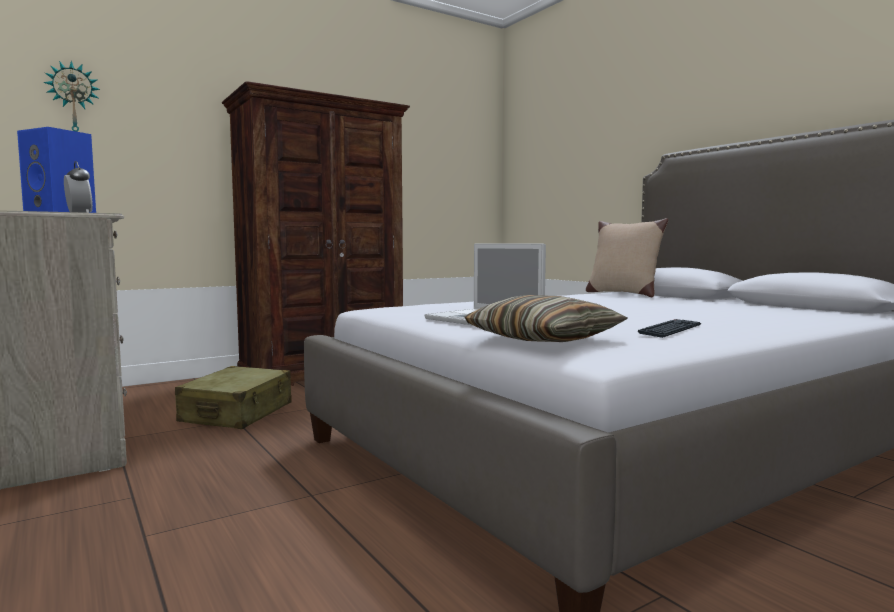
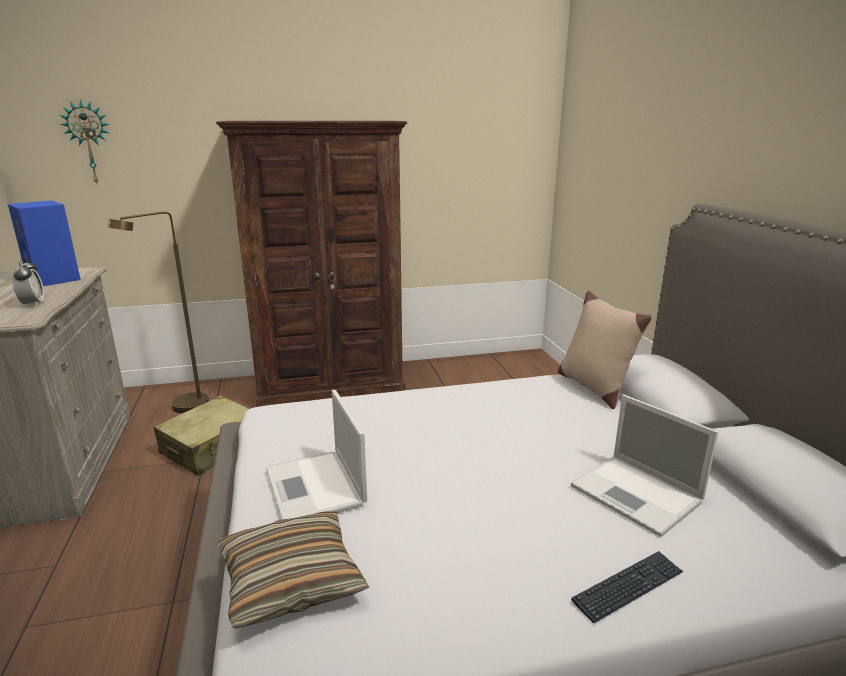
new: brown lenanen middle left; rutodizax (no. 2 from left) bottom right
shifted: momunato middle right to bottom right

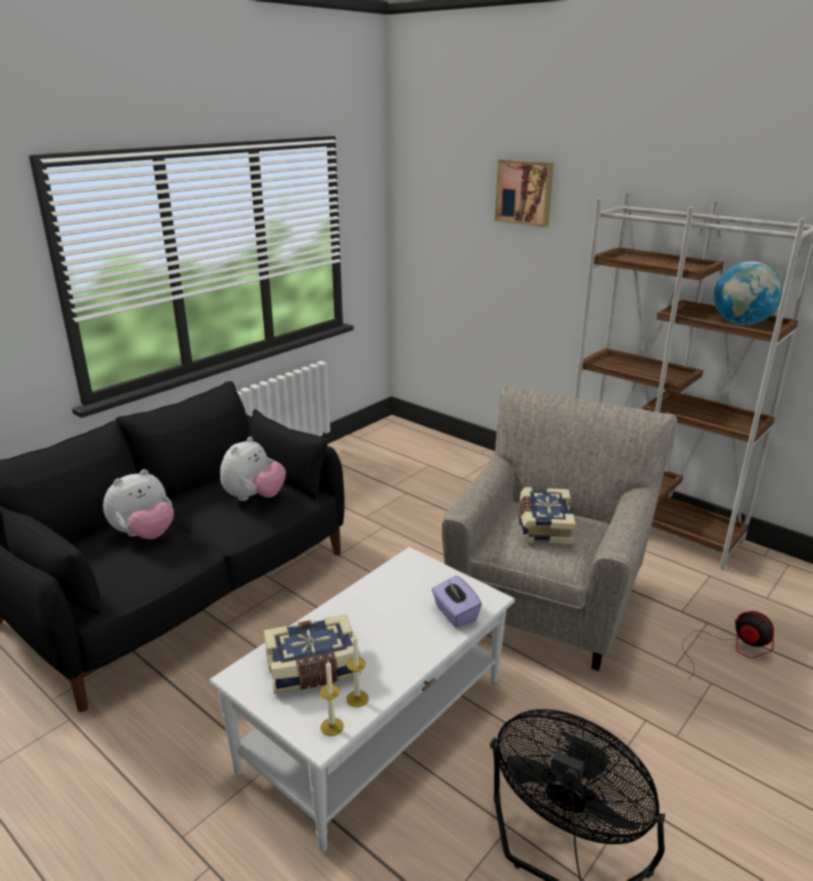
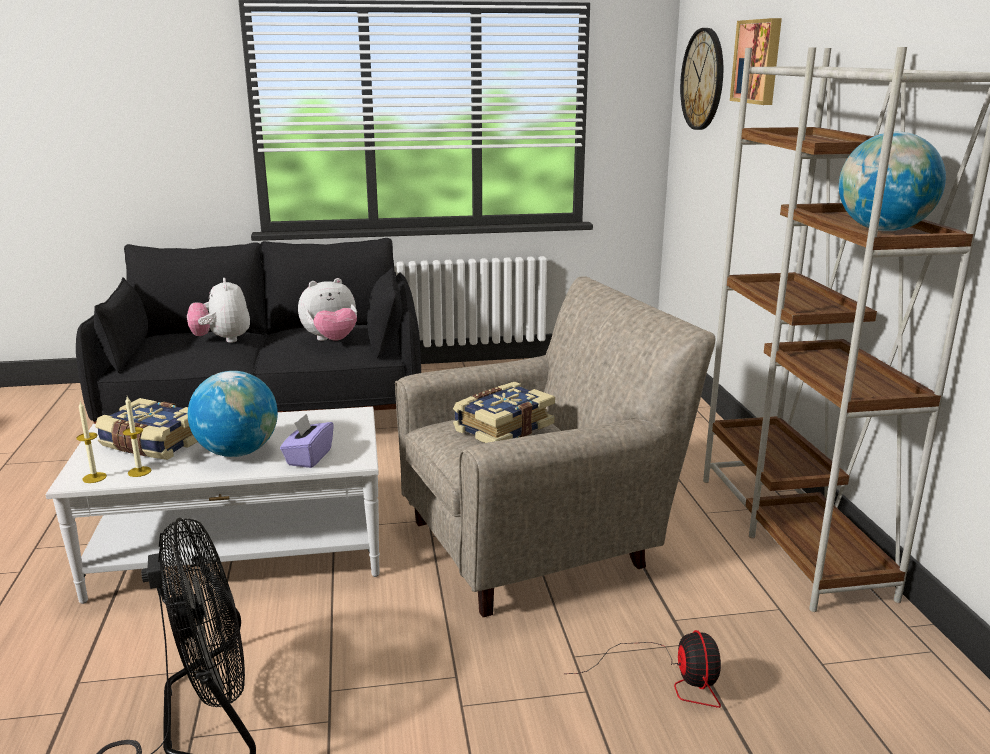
new: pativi top right; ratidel (no. 1 from left) middle left
rotated: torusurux (no. 1 from left) middle left = middle left 75 degrees clockwise

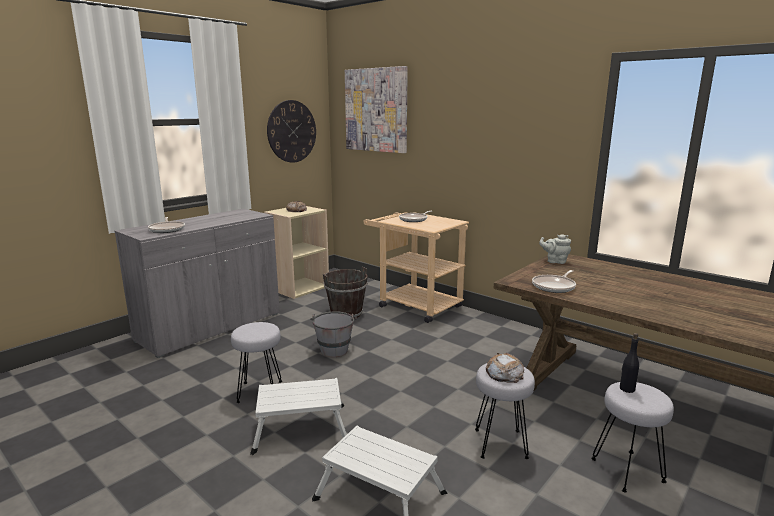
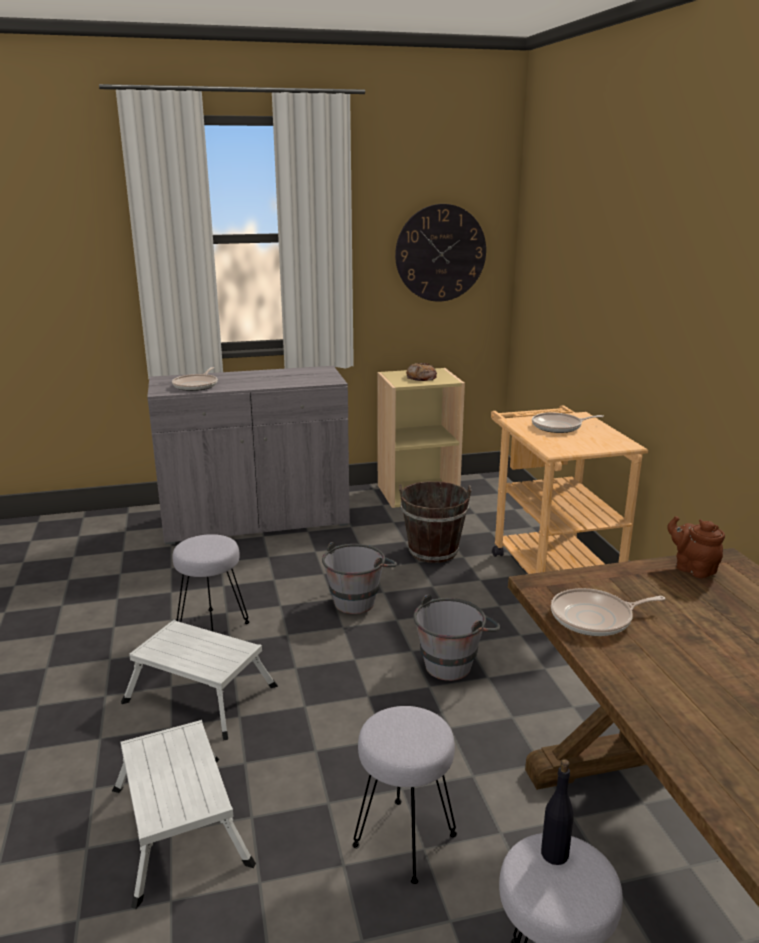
gone: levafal top centre; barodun (no. 2 from left) bottom centre
new: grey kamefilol (no. 2 from left) bottom centre
repainted: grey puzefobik middle right to brown puzefobik middle right

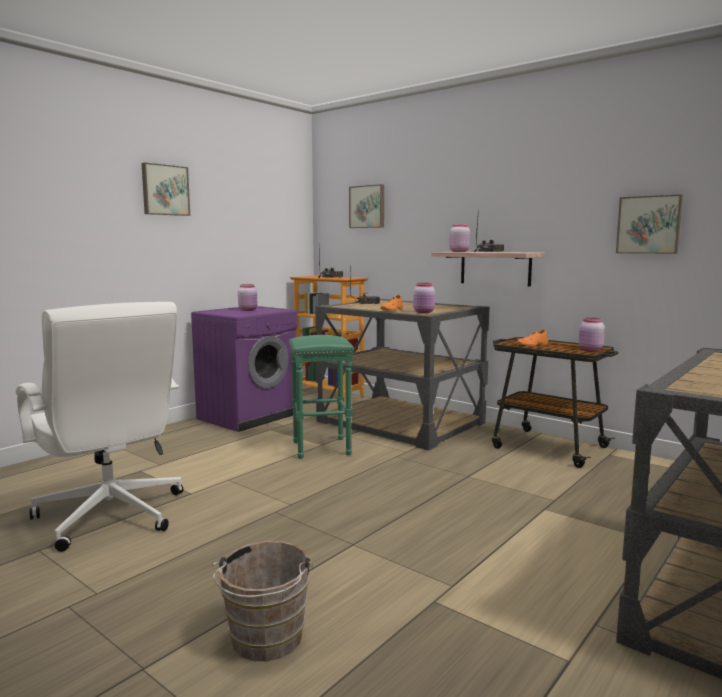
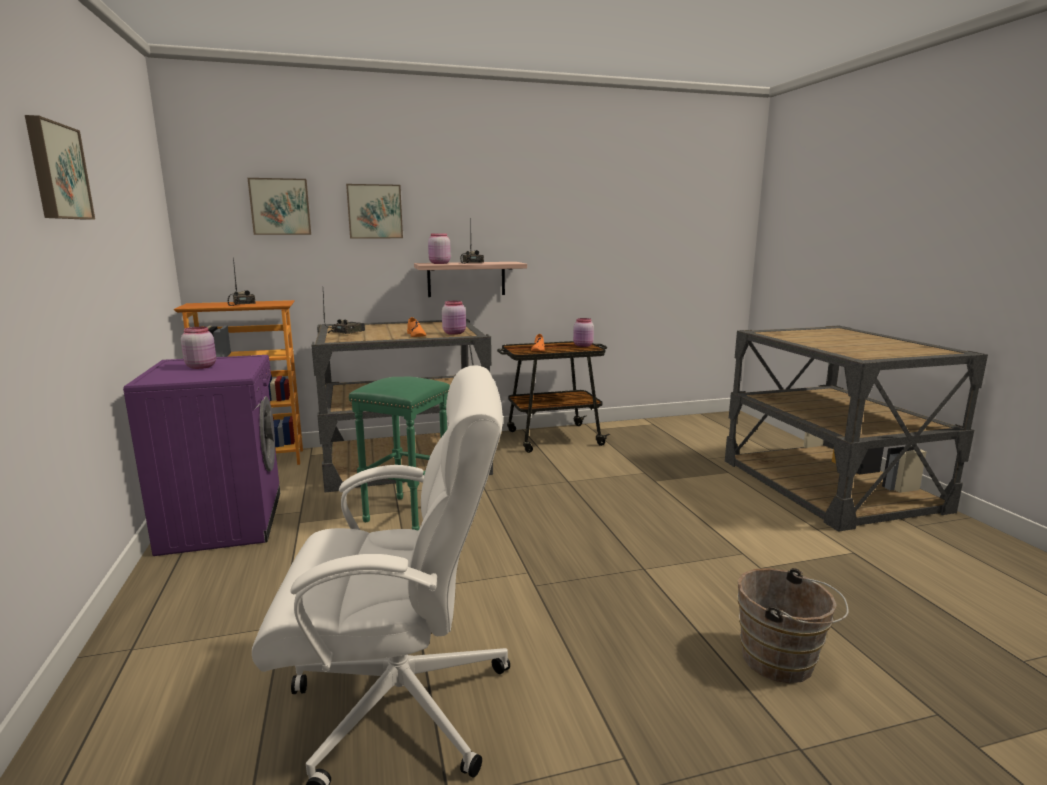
shifted: levafal (no. 3 from left) top right to top centre

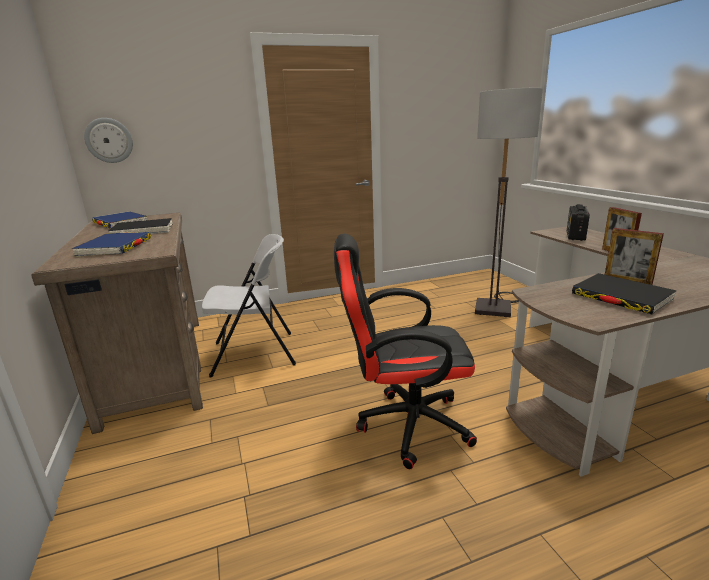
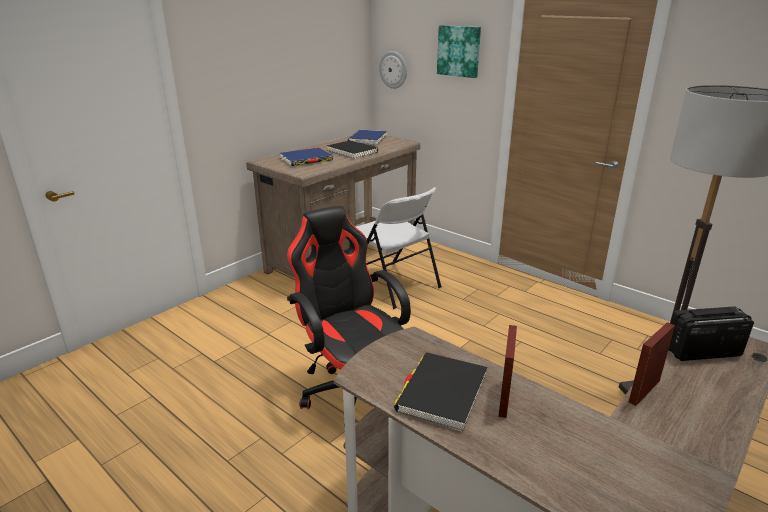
new: levafal top centre

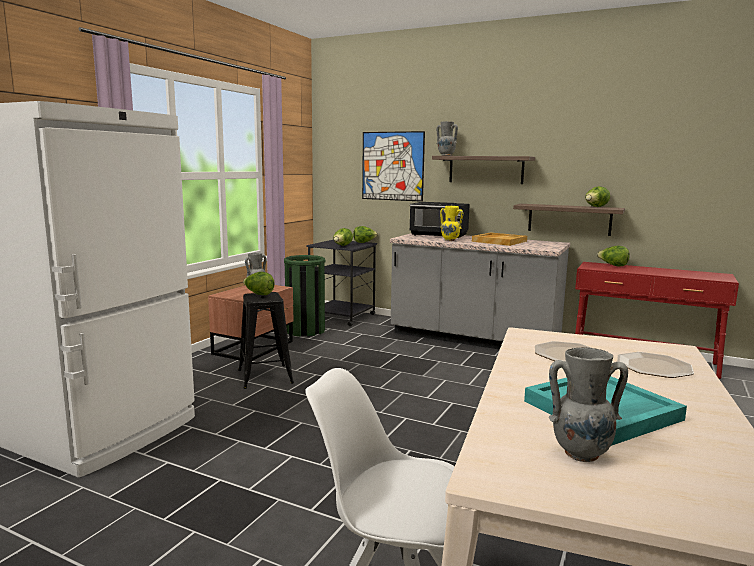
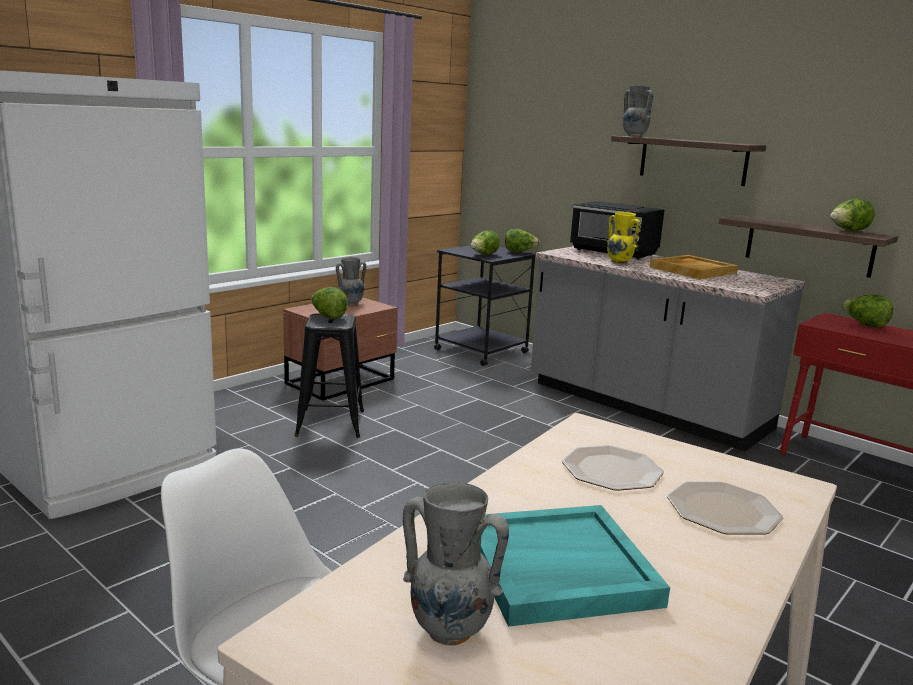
gone: levafal top centre; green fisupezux centre

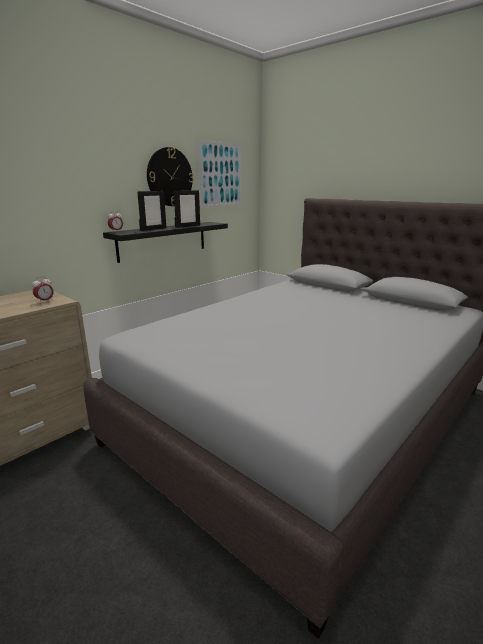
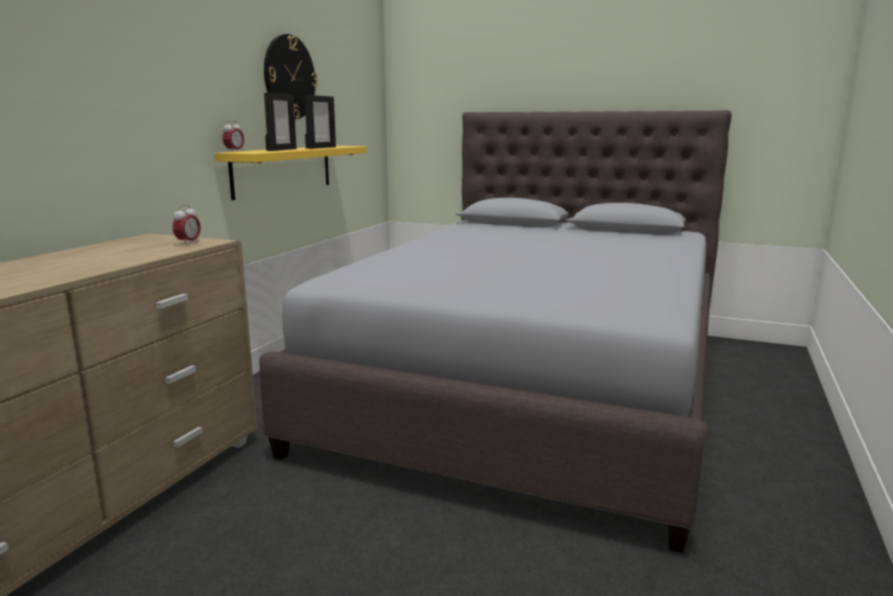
gone: levafal top centre
repainted: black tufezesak centre to yellow tufezesak top left

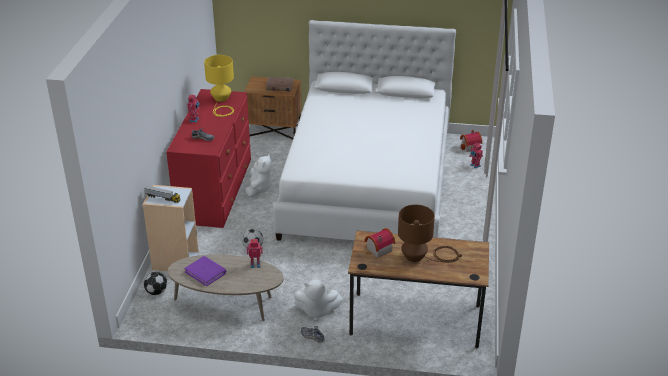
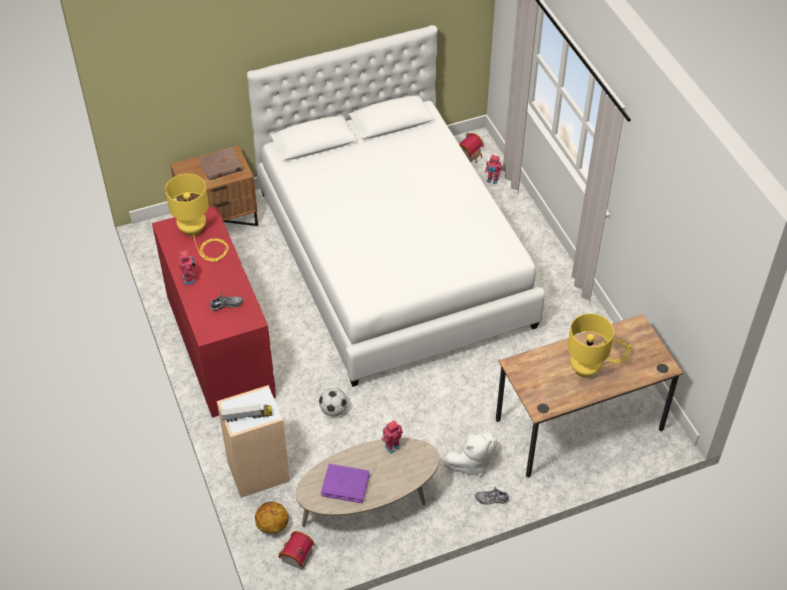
gone: white torusurux (no. 1 from left) centre
shifted: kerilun (no. 1 from left) centre to bottom centre
swapped: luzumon (no. 1 from left) bottom left to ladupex bottom centre
repainted: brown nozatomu centre to yellow nozatomu (no. 2 from left) middle right

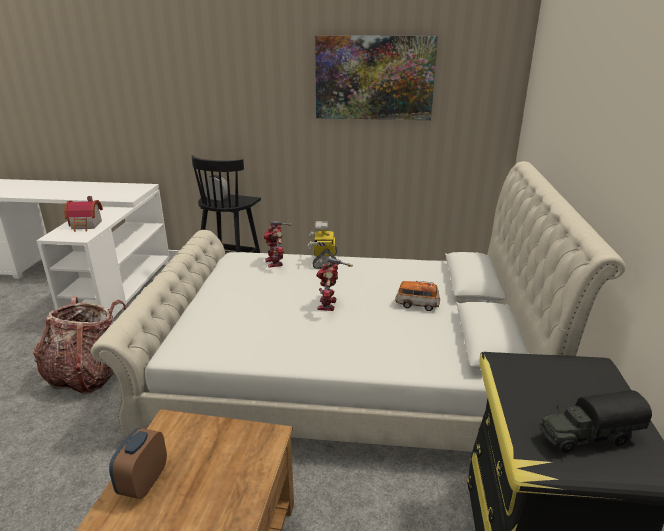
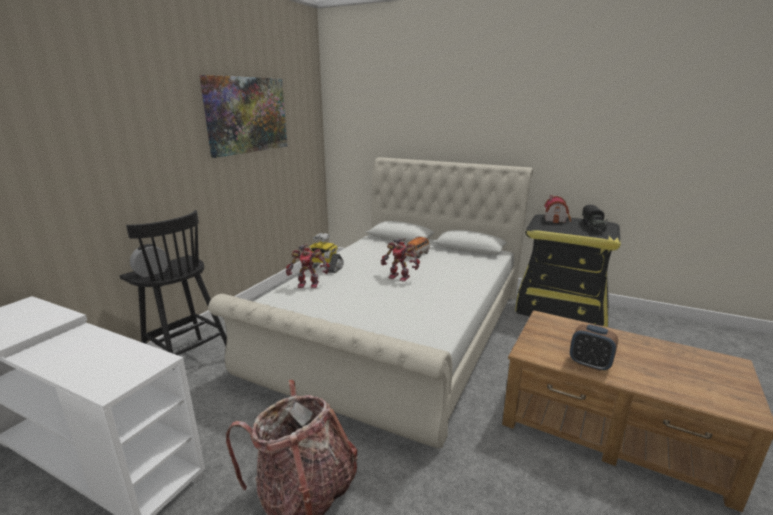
shifted: kerilun middle left to middle right

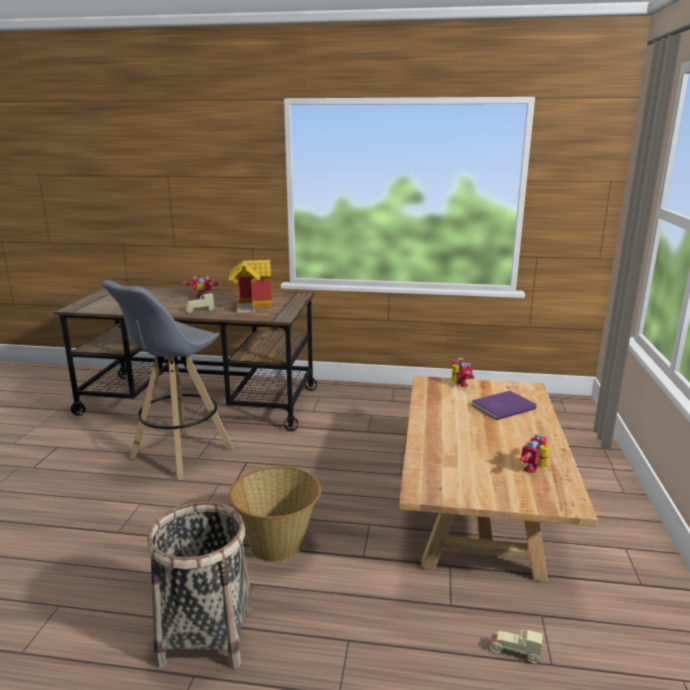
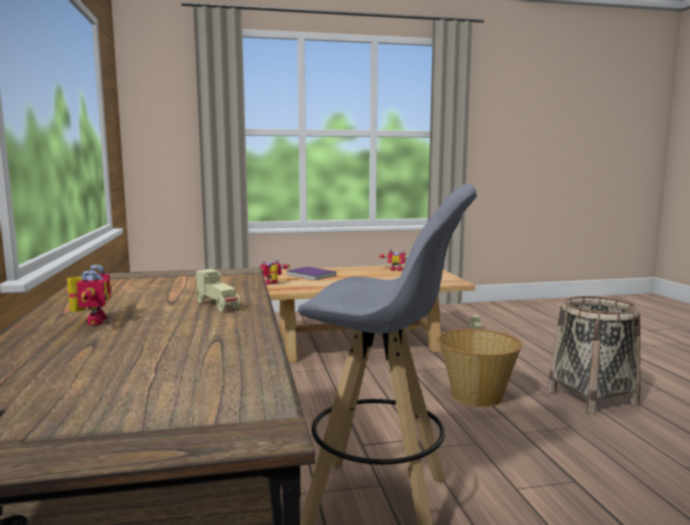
gone: kerilun centre

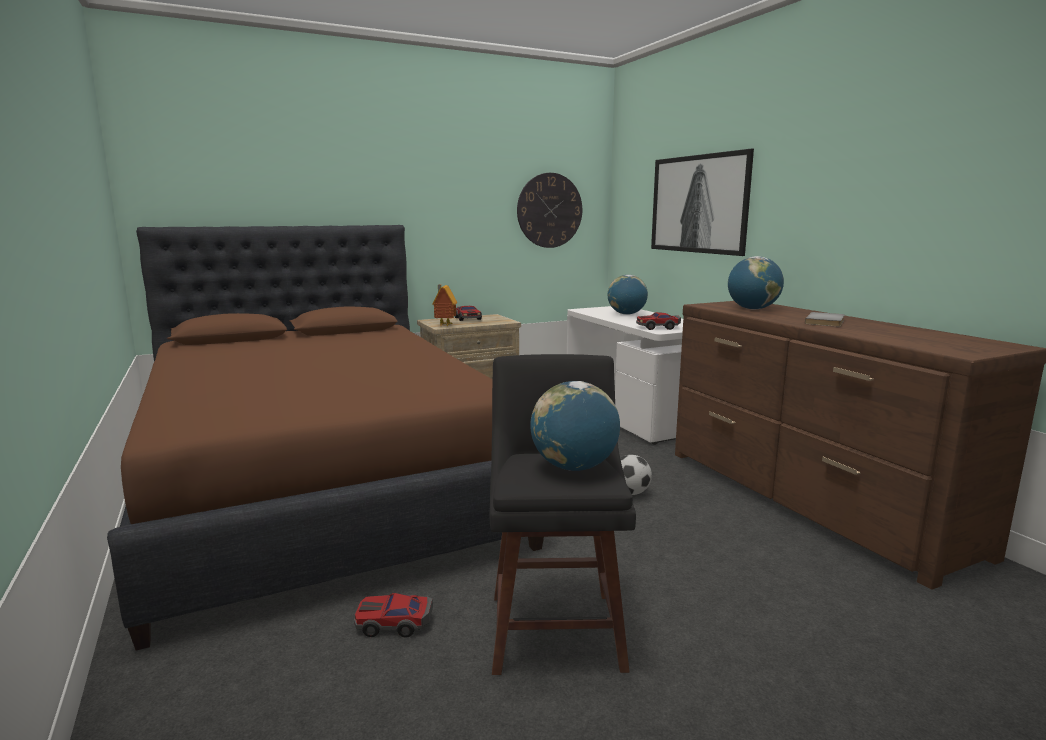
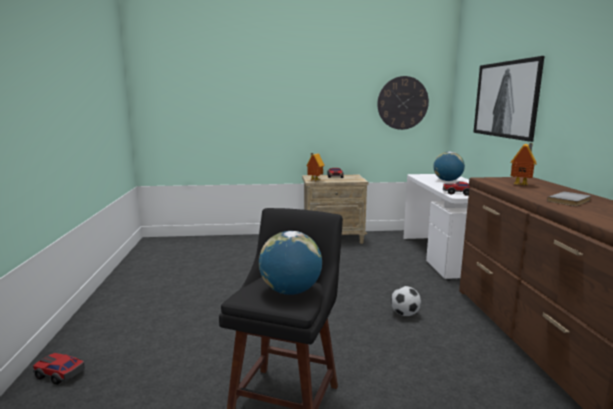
gone: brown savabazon middle left
shifted: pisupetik (no. 1 from left) bottom centre to bottom left
swapped: ratidel (no. 3 from left) middle right to kerilun (no. 2 from left) middle right

